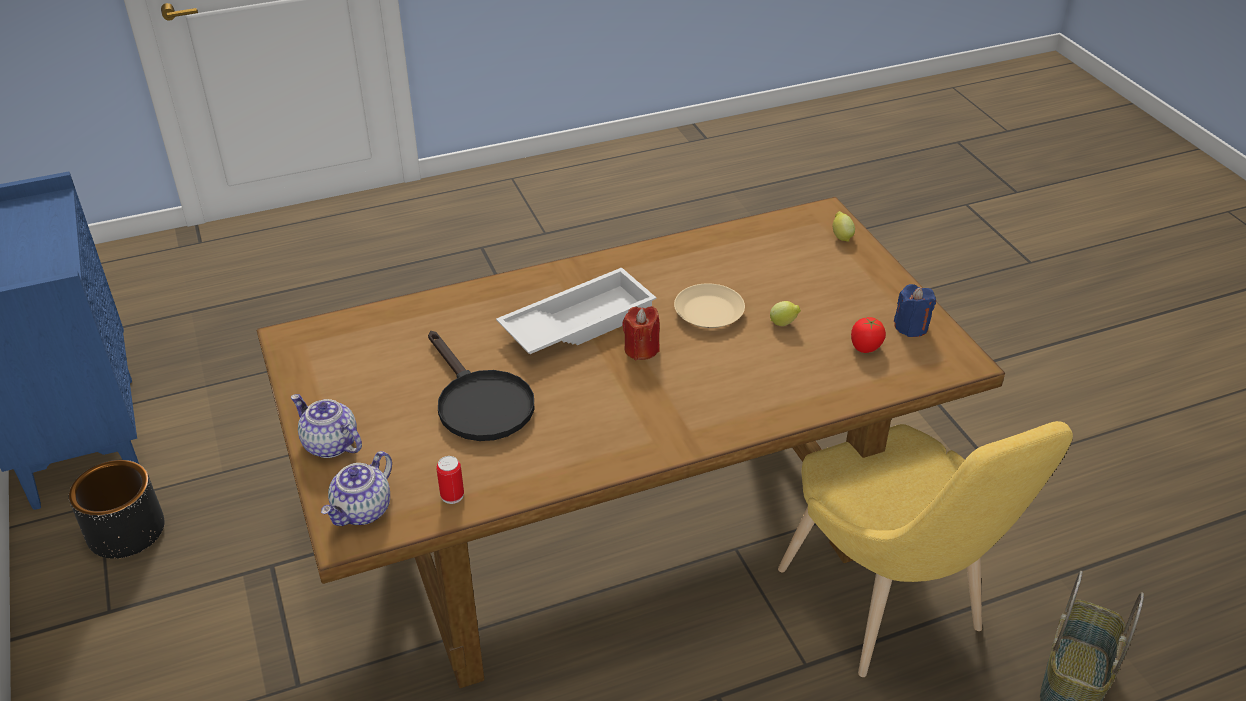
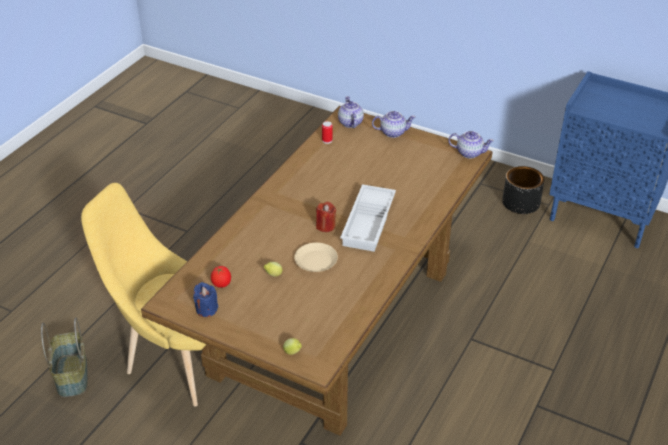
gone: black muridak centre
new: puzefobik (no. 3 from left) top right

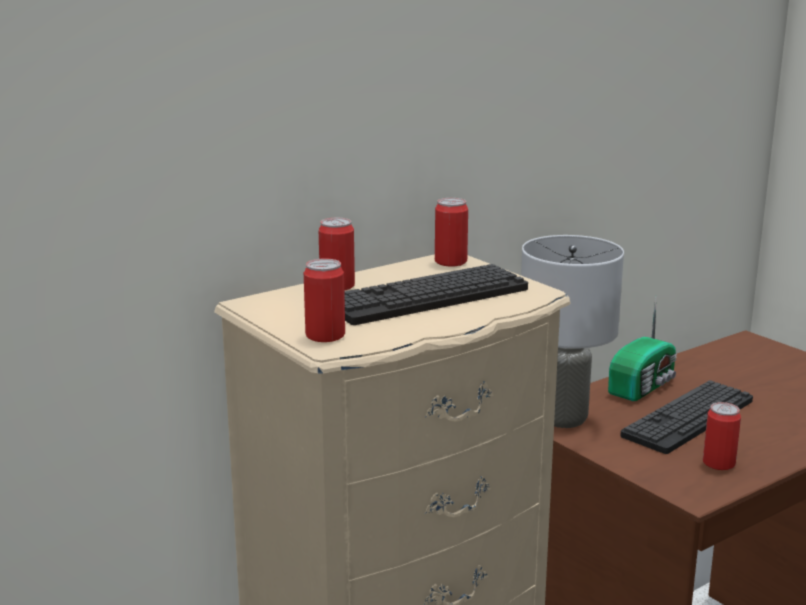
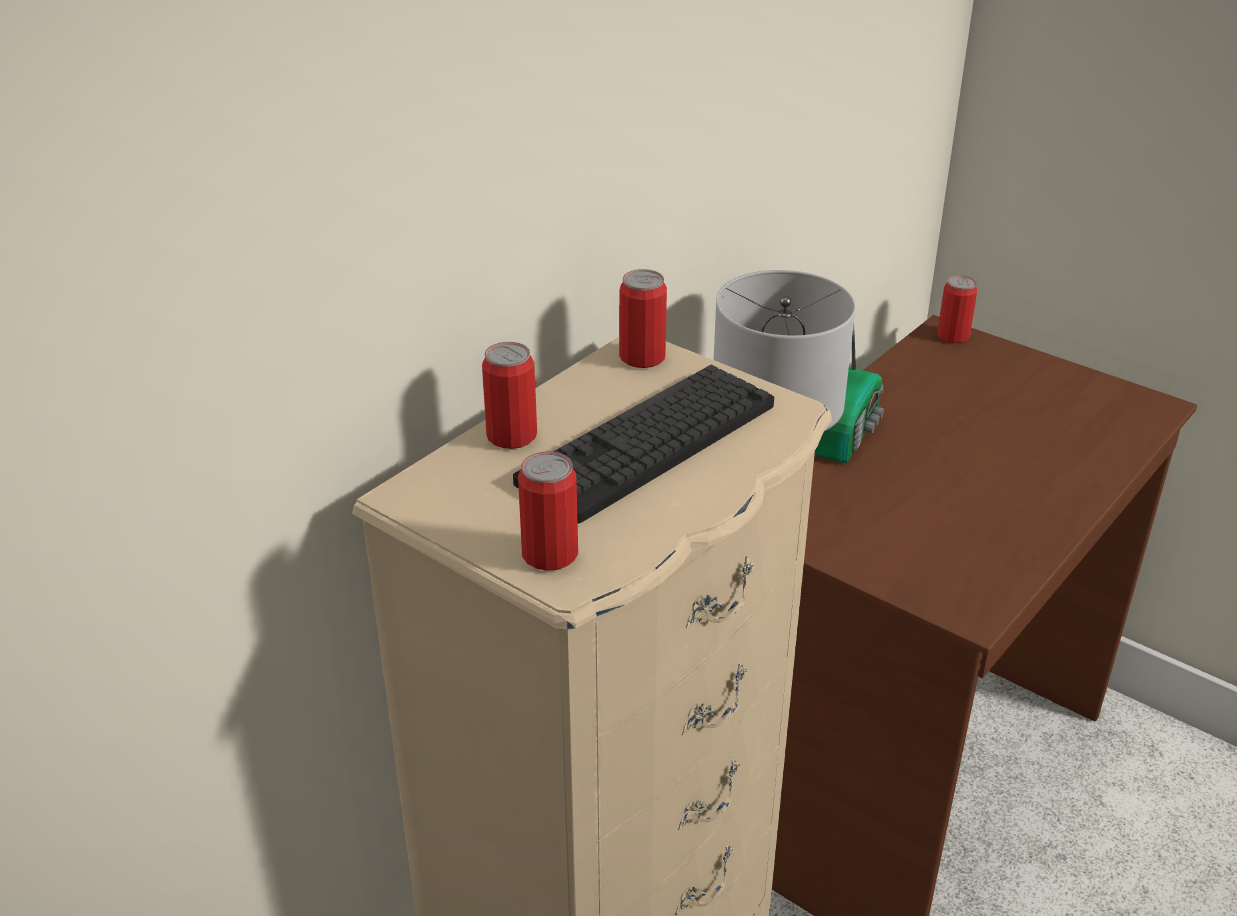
gone: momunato (no. 2 from left) bottom right
shifted: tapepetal (no. 4 from left) bottom right to middle right

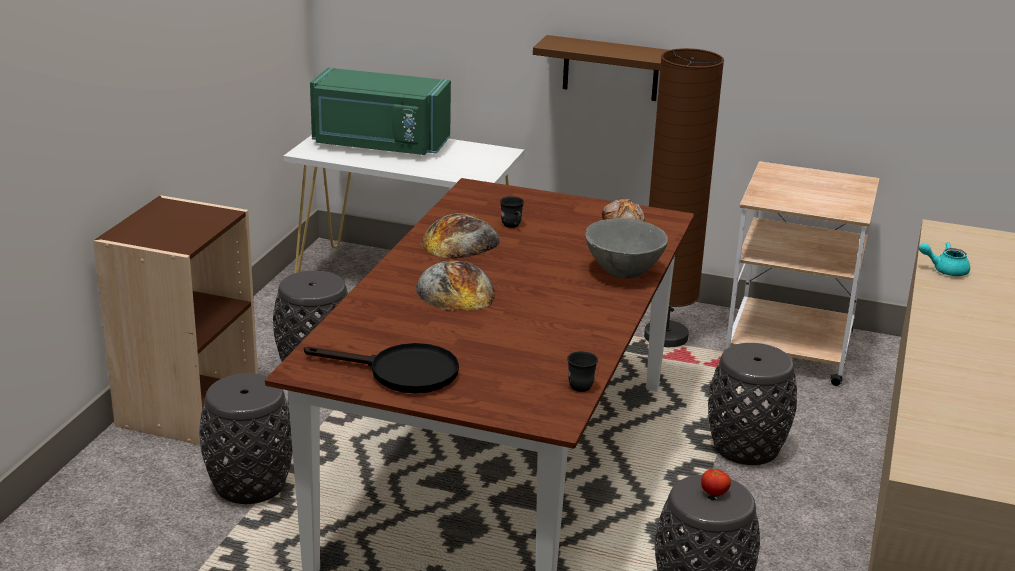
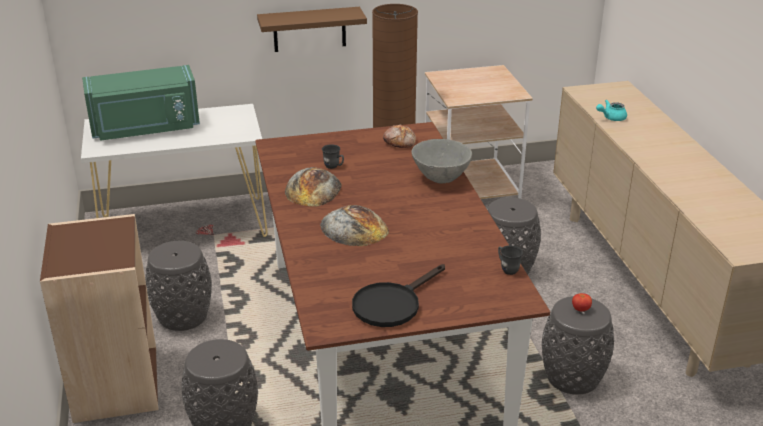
rotated: black muridak centre = bottom centre 150 degrees clockwise

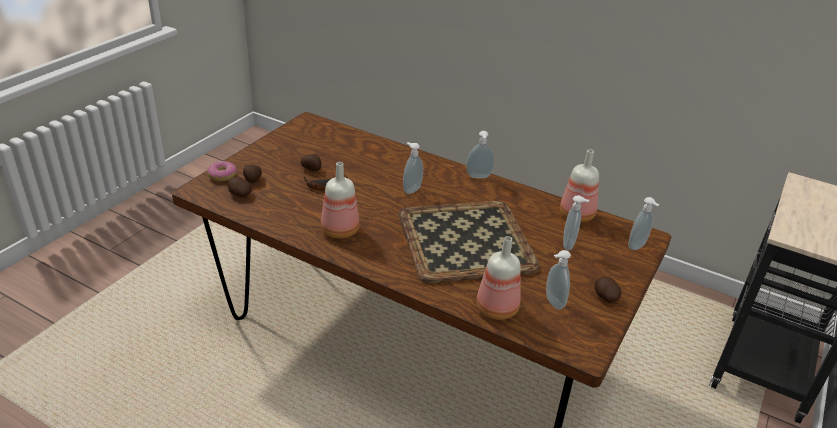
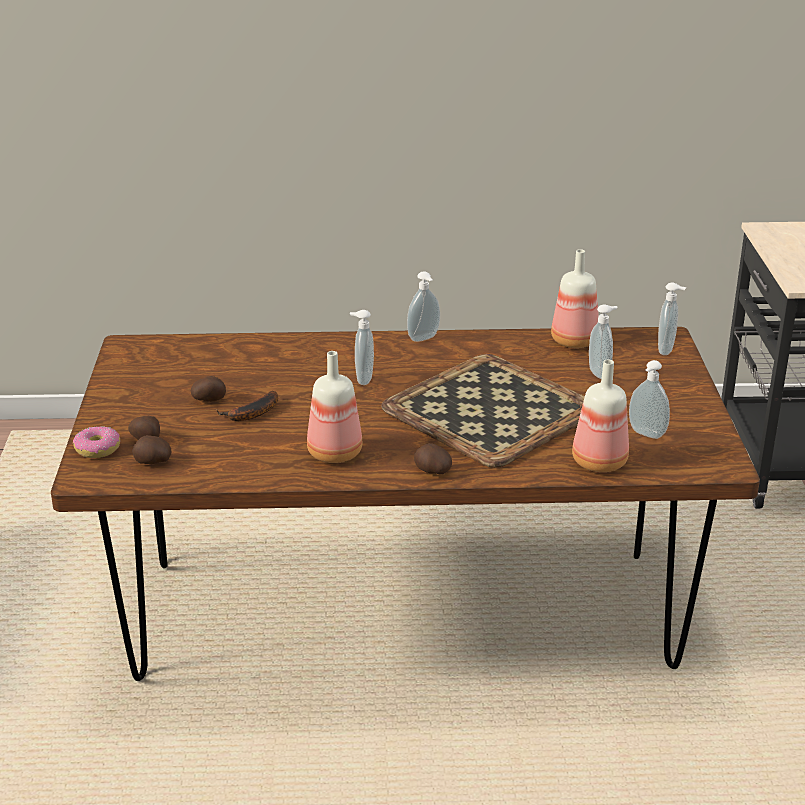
shifted: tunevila (no. 4 from left) bottom right to centre

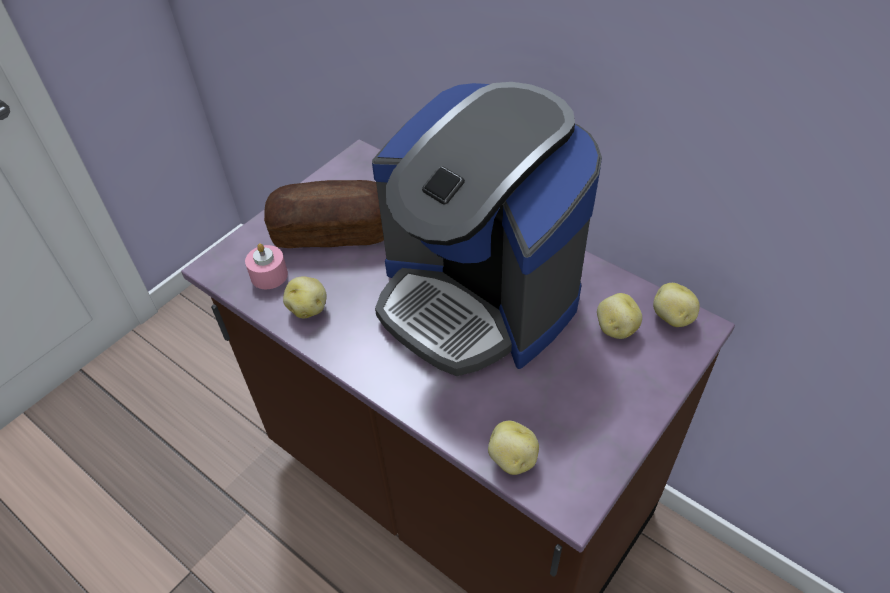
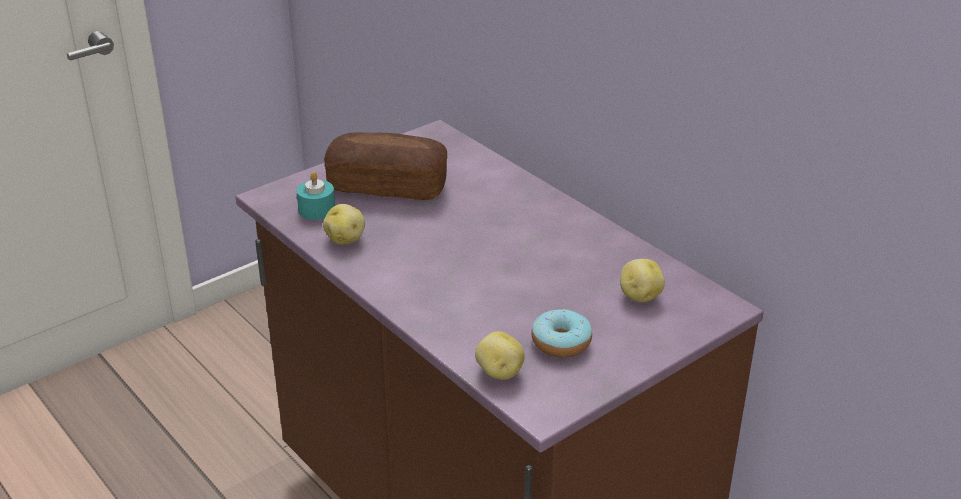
gone: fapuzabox centre; tunevila (no. 4 from left) middle right
new: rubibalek bottom centre
repainted: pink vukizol middle left to turquoise vukizol middle left

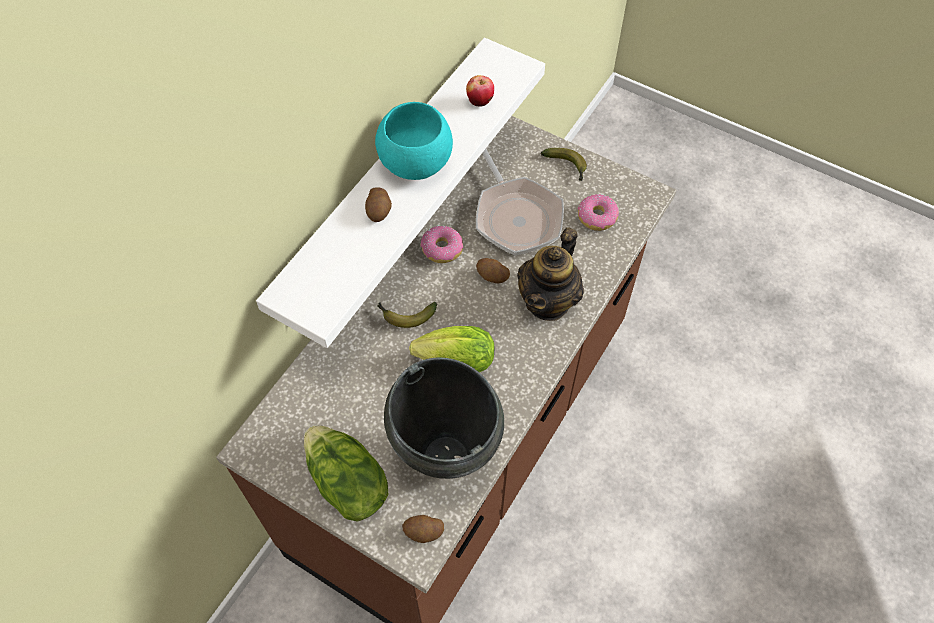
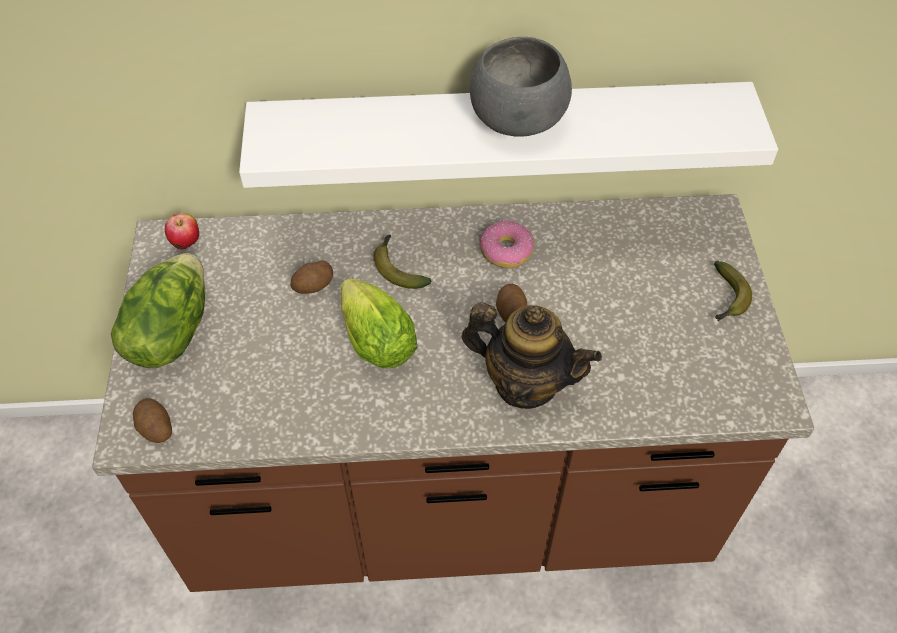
gone: muridak top centre; rubibalek (no. 2 from left) centre; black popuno bottom centre
shifted: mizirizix top centre to middle left; tunevila (no. 1 from left in the first image) top centre to tunevila (no. 2 from left) centre
repainted: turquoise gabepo top centre to grey gabepo top centre
rotated: puzefobik centre = centre 150 degrees counterclockwise

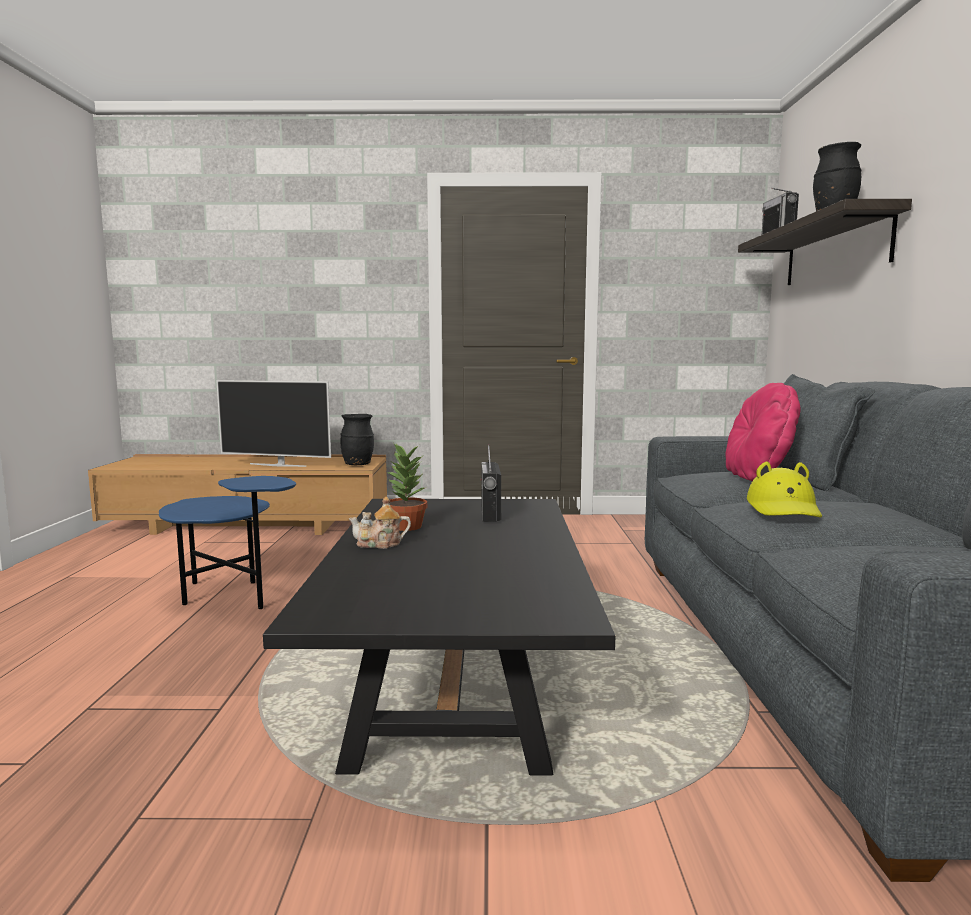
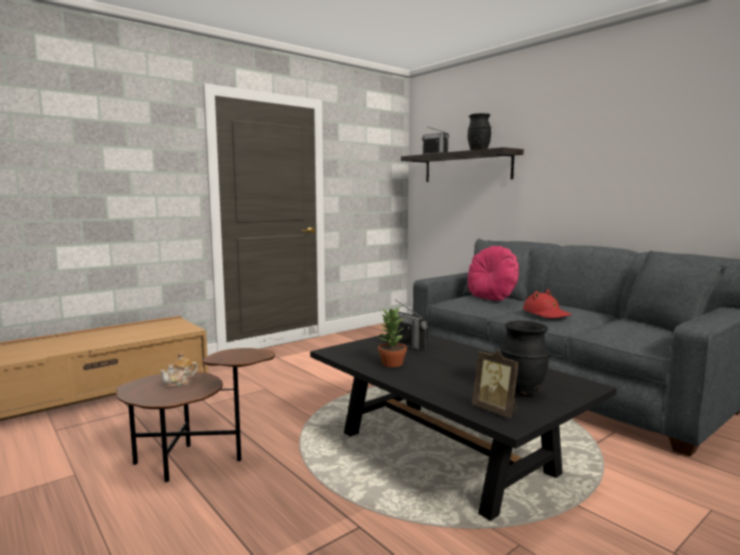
gone: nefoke middle left
new: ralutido bottom right
shifted: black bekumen (no. 1 from left in the first image) centre to black bekumen (no. 2 from left) middle right; puzefobik centre to bottom left
repainted: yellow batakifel middle right to red batakifel middle right; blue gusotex middle left to brown gusotex bottom left

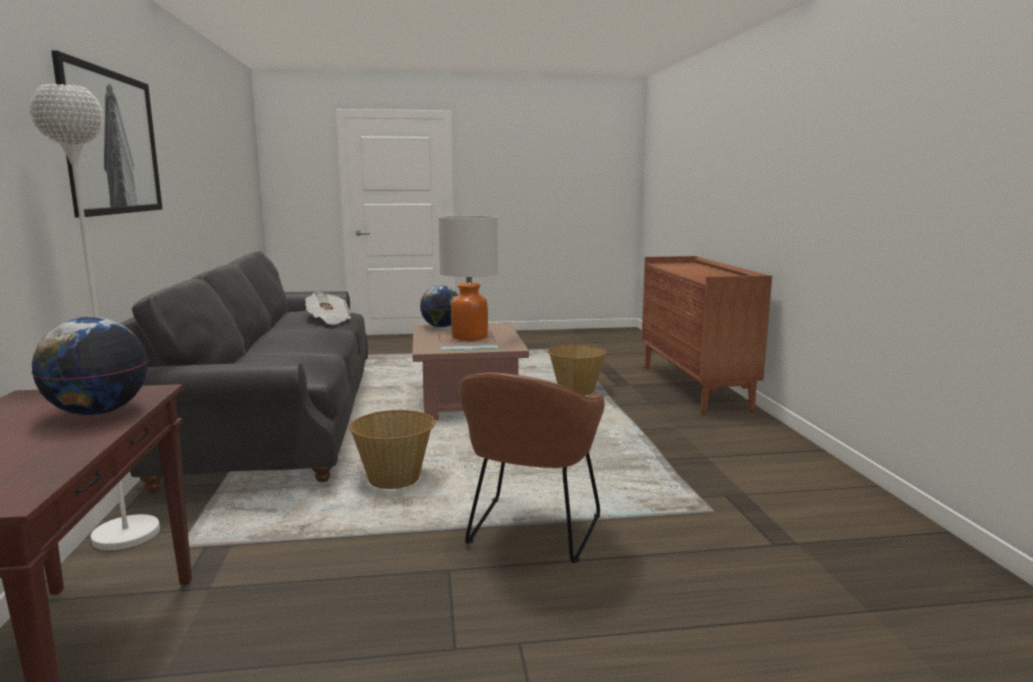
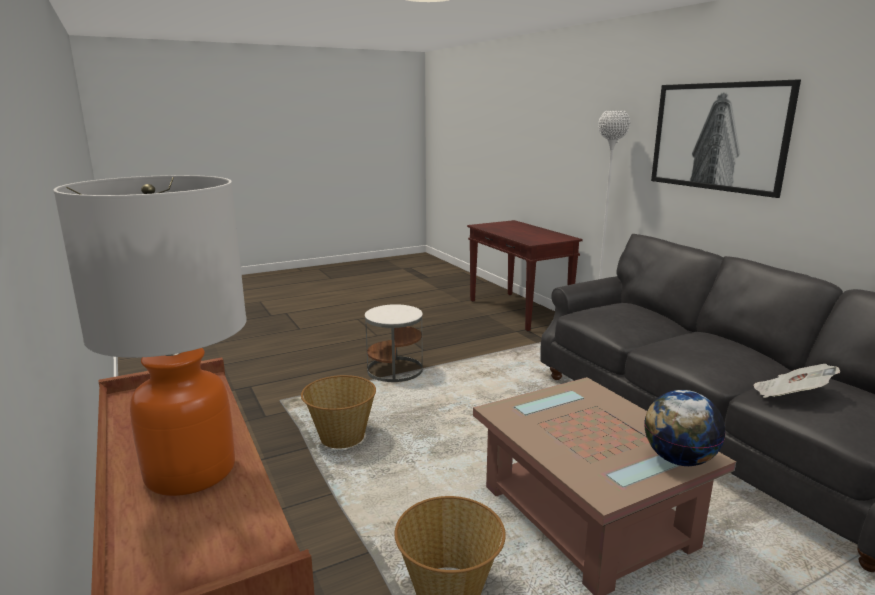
gone: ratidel (no. 1 from left) middle left
shifted: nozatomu centre to middle left; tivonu (no. 1 from left) centre to bottom centre
swapped: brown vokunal bottom centre to white gusotex centre

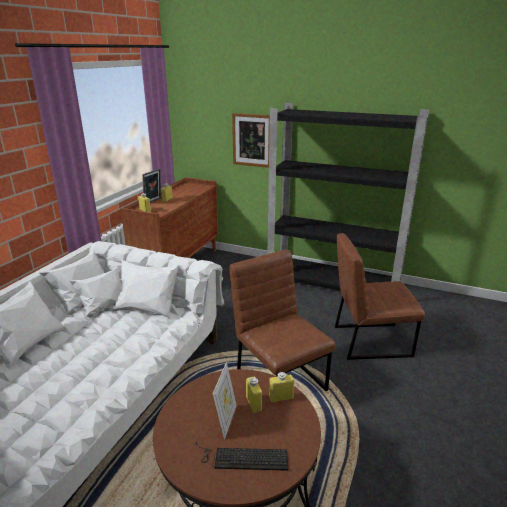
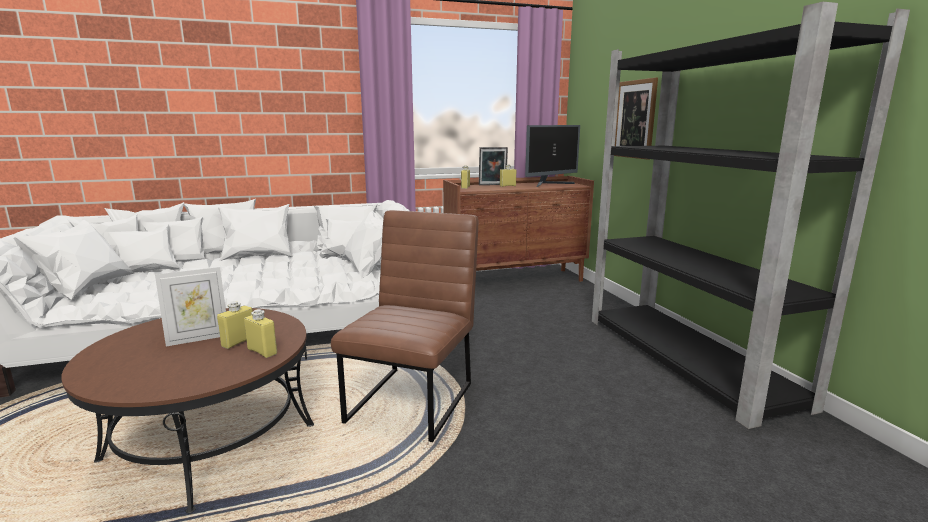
gone: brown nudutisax (no. 2 from left) middle right; momunato bottom centre
new: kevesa top centre

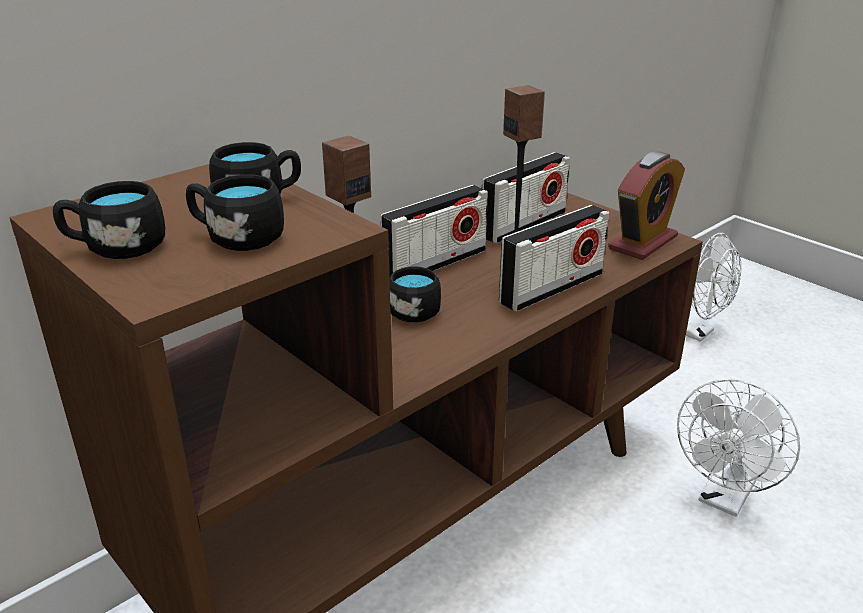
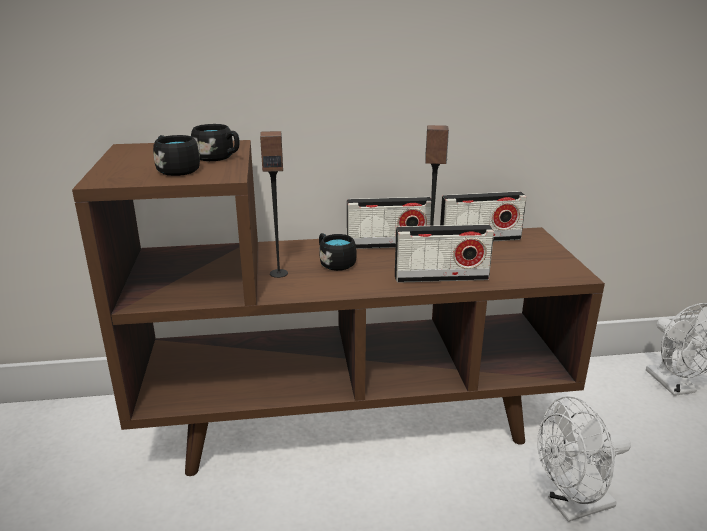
gone: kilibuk middle right; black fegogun (no. 1 from left) middle left

